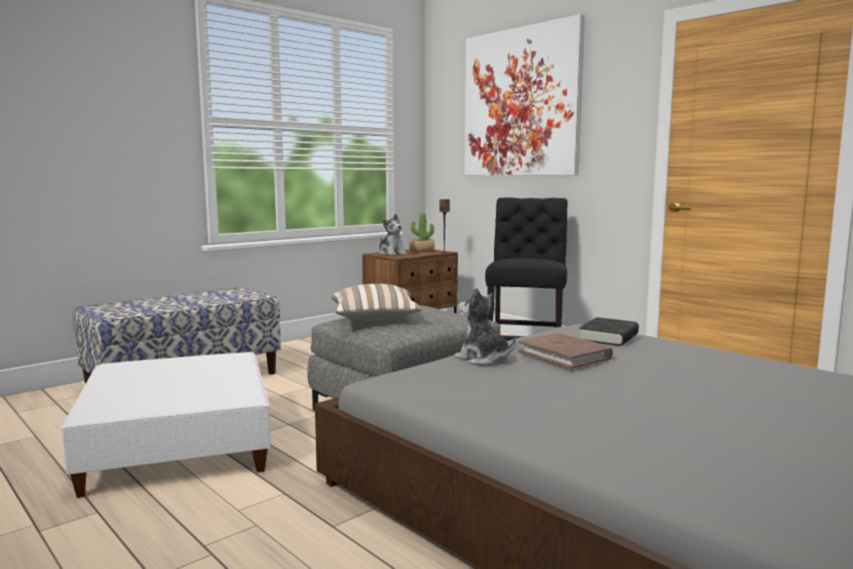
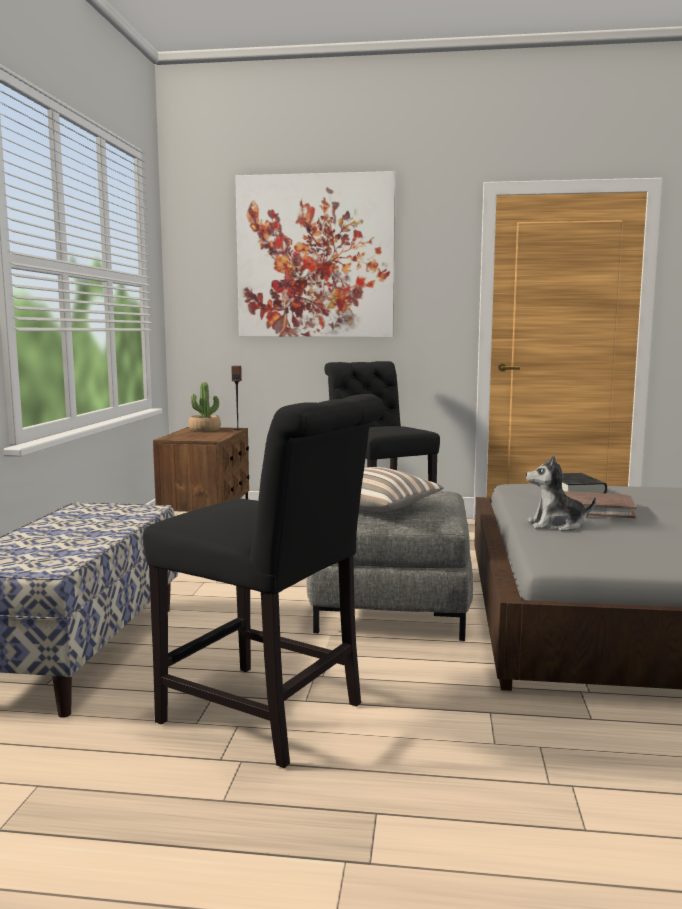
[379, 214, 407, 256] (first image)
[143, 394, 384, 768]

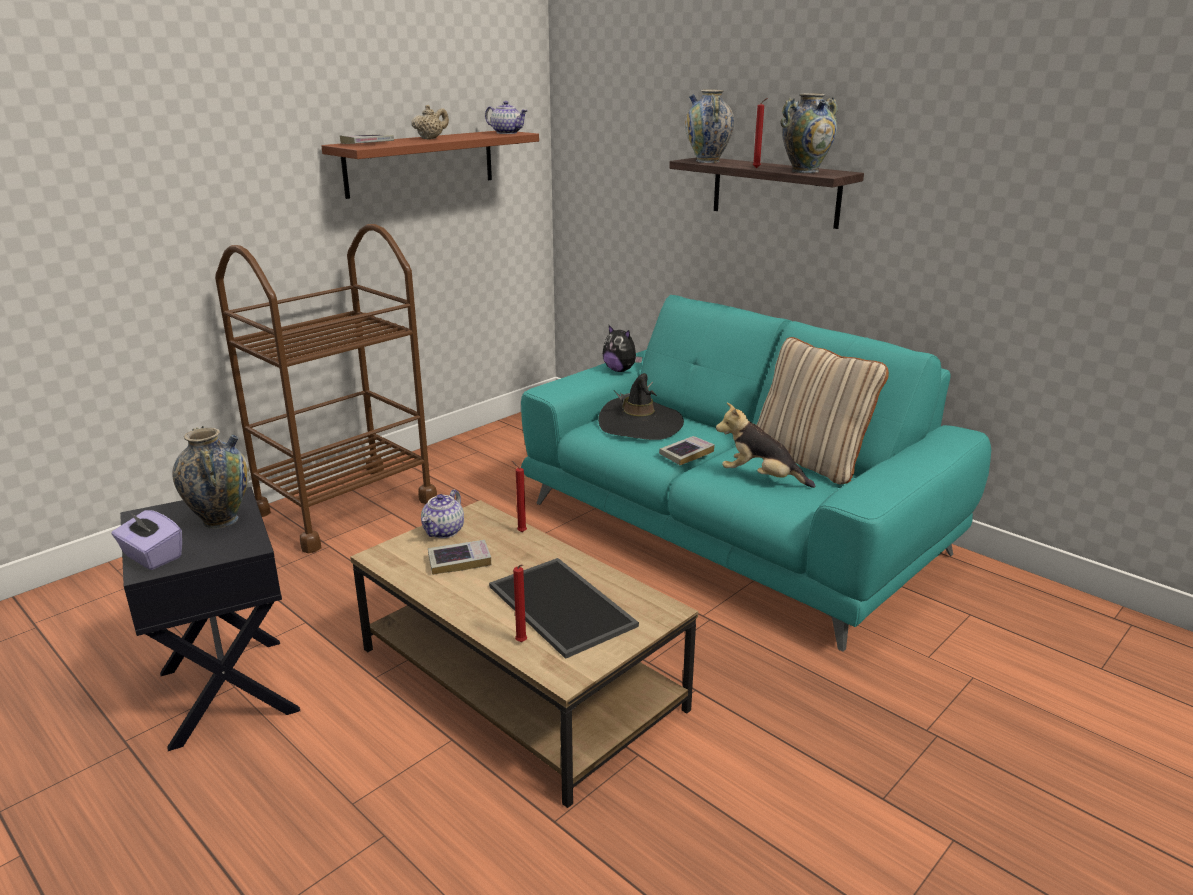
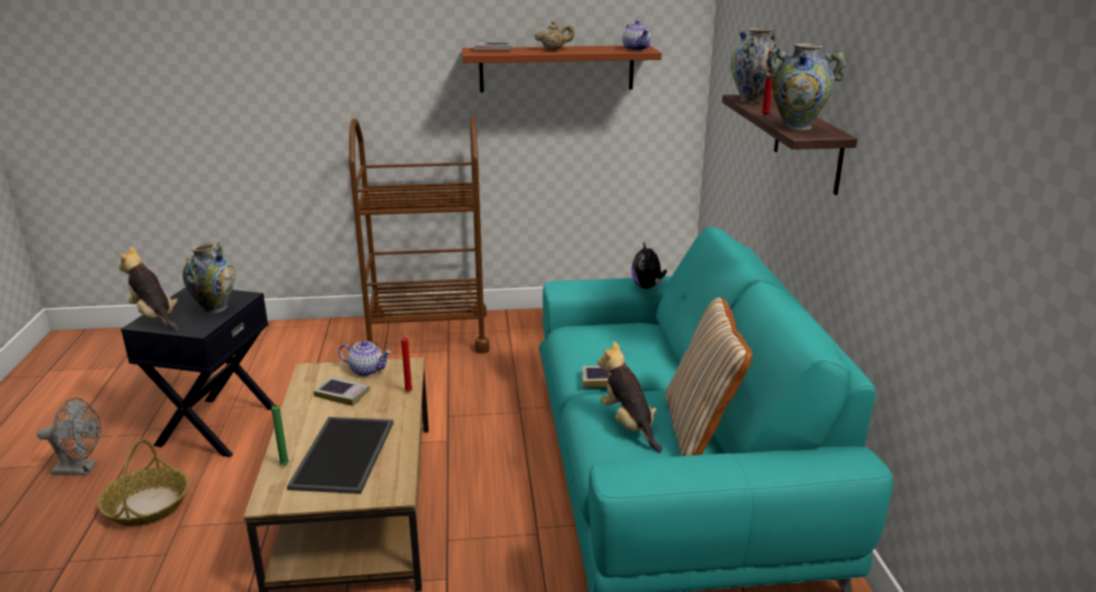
[598, 373, 684, 440] (first image)
[37, 398, 101, 475]
[98, 439, 189, 526]
[118, 246, 180, 332]
[271, 404, 289, 465]
[339, 340, 391, 376]

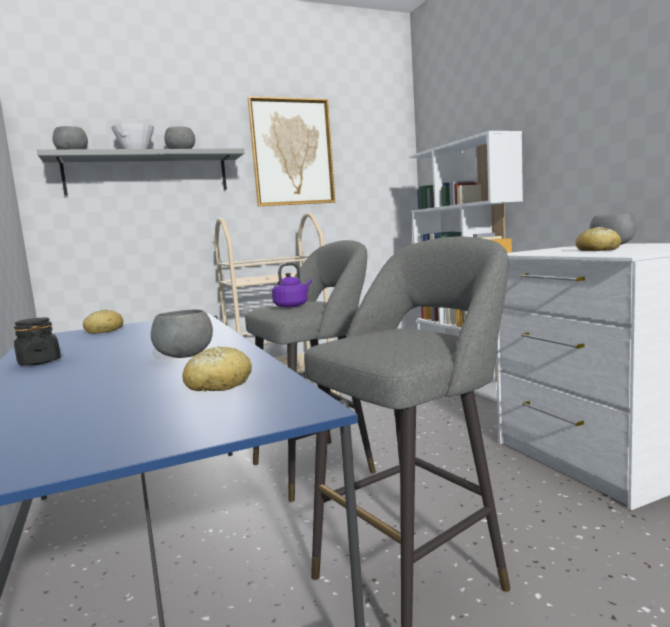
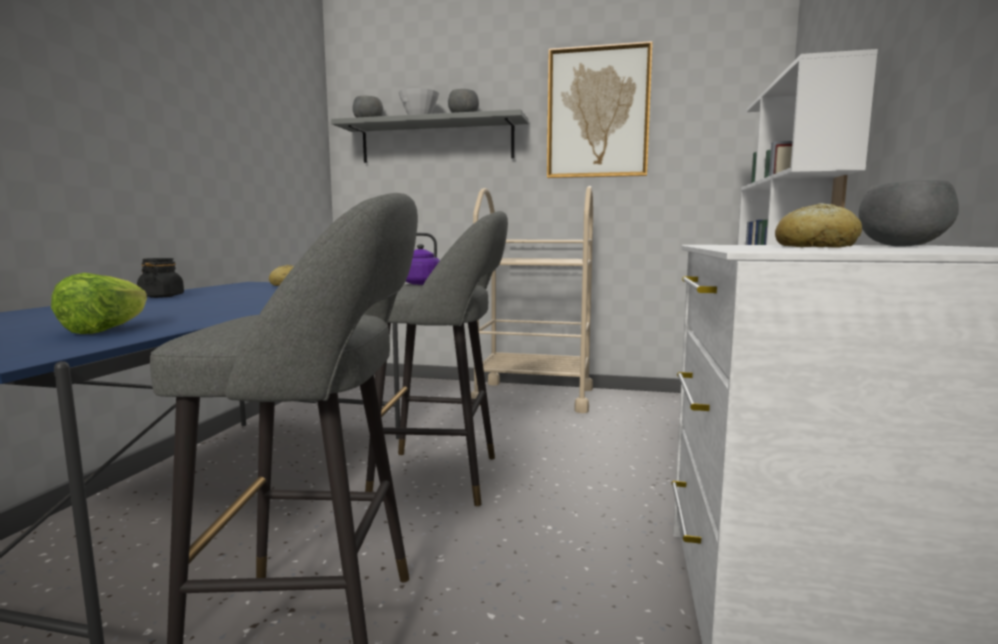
[151, 310, 213, 358] (first image)
[51, 273, 147, 334]

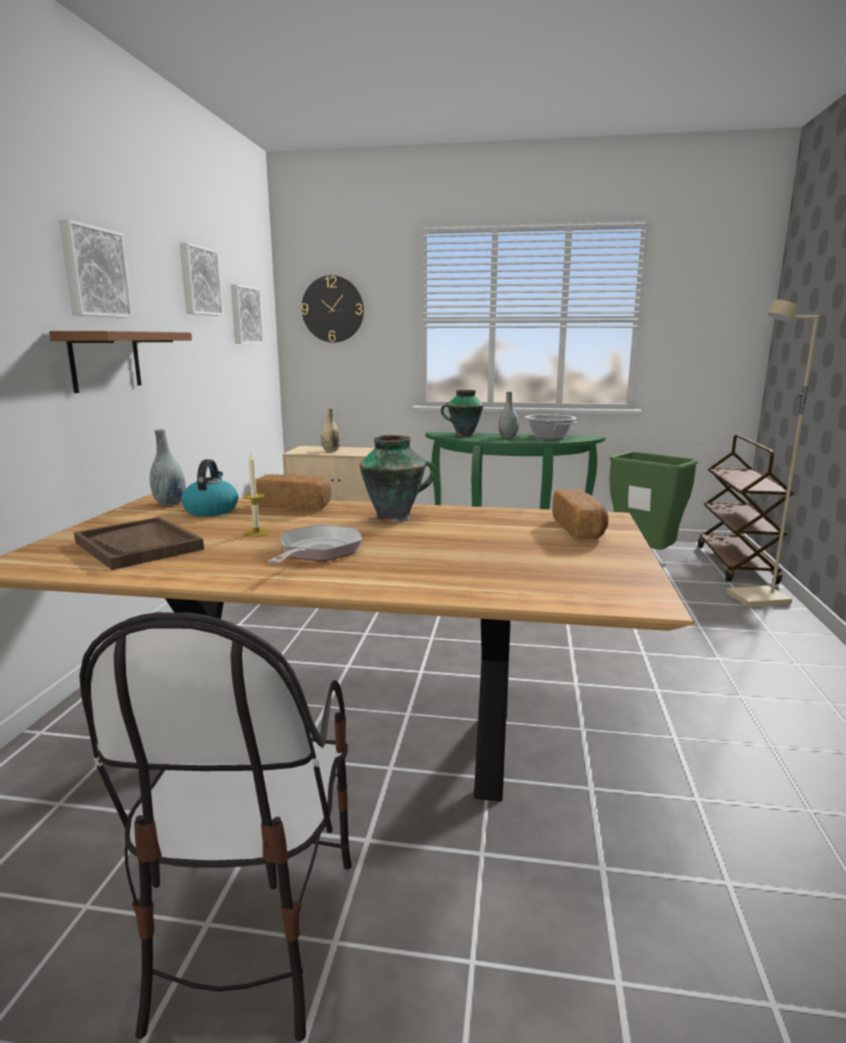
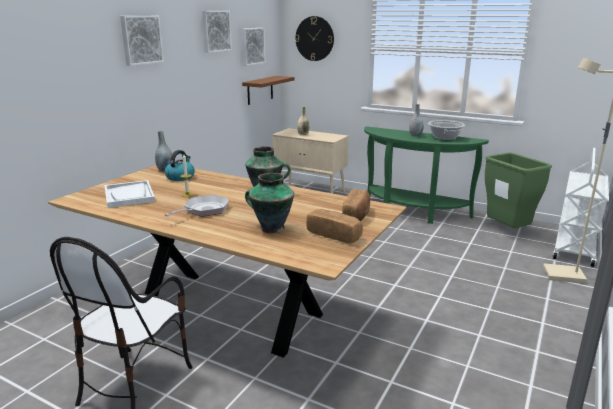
[242, 76, 294, 105]
[306, 209, 363, 244]
[245, 173, 294, 234]
[104, 180, 155, 208]
[553, 148, 609, 267]

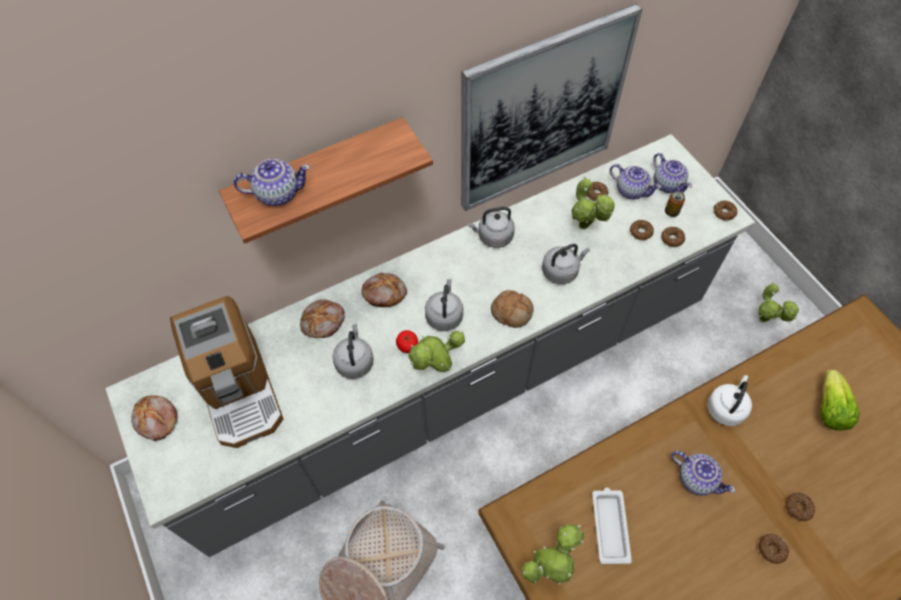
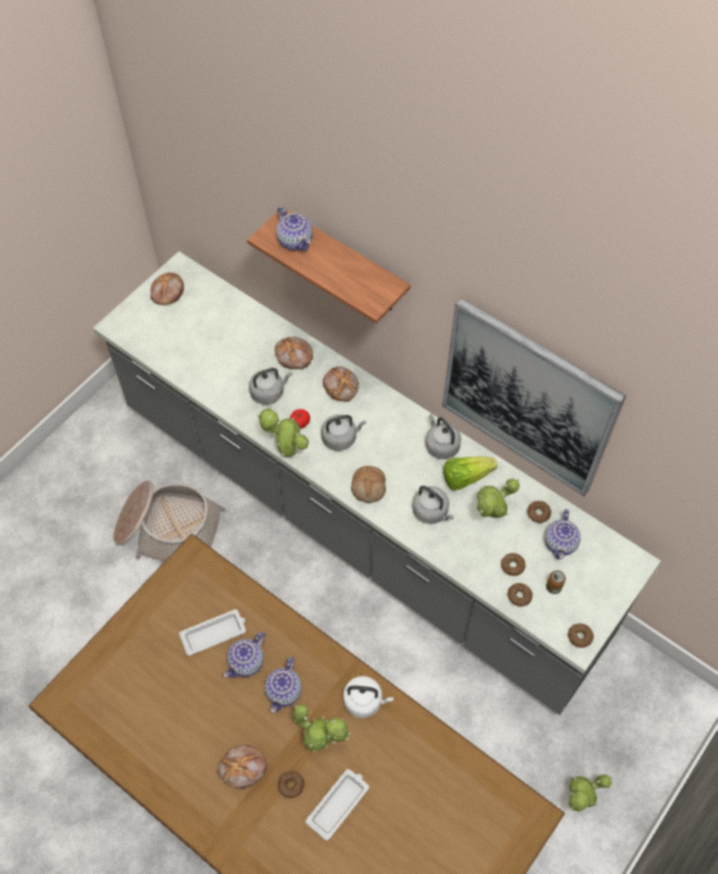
[170, 296, 283, 448] (first image)
[306, 769, 369, 841]
[293, 705, 351, 752]
[223, 632, 266, 678]
[443, 456, 497, 490]
[217, 745, 267, 789]

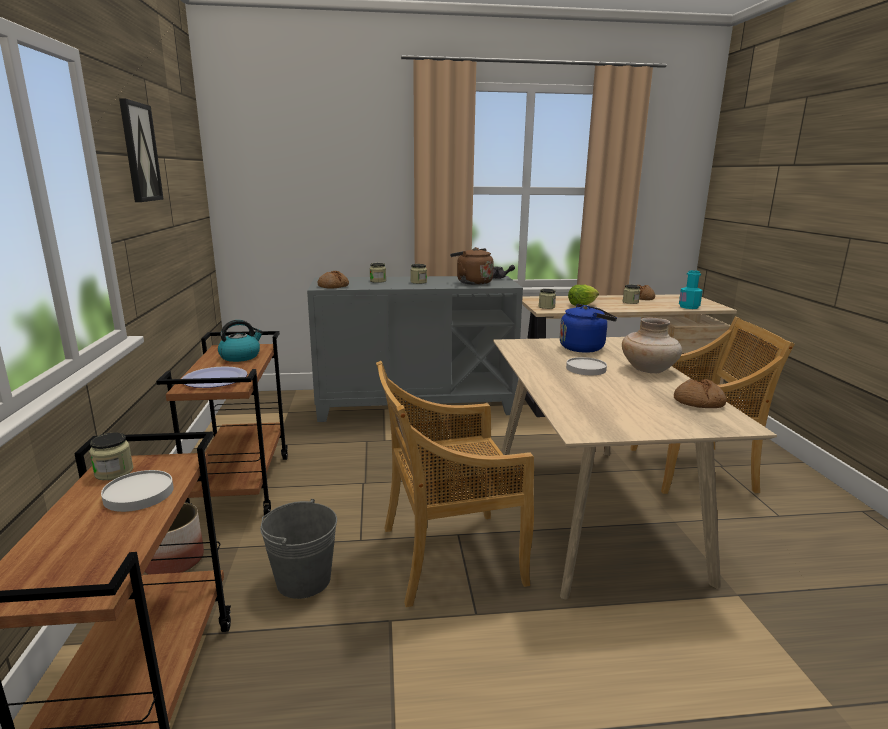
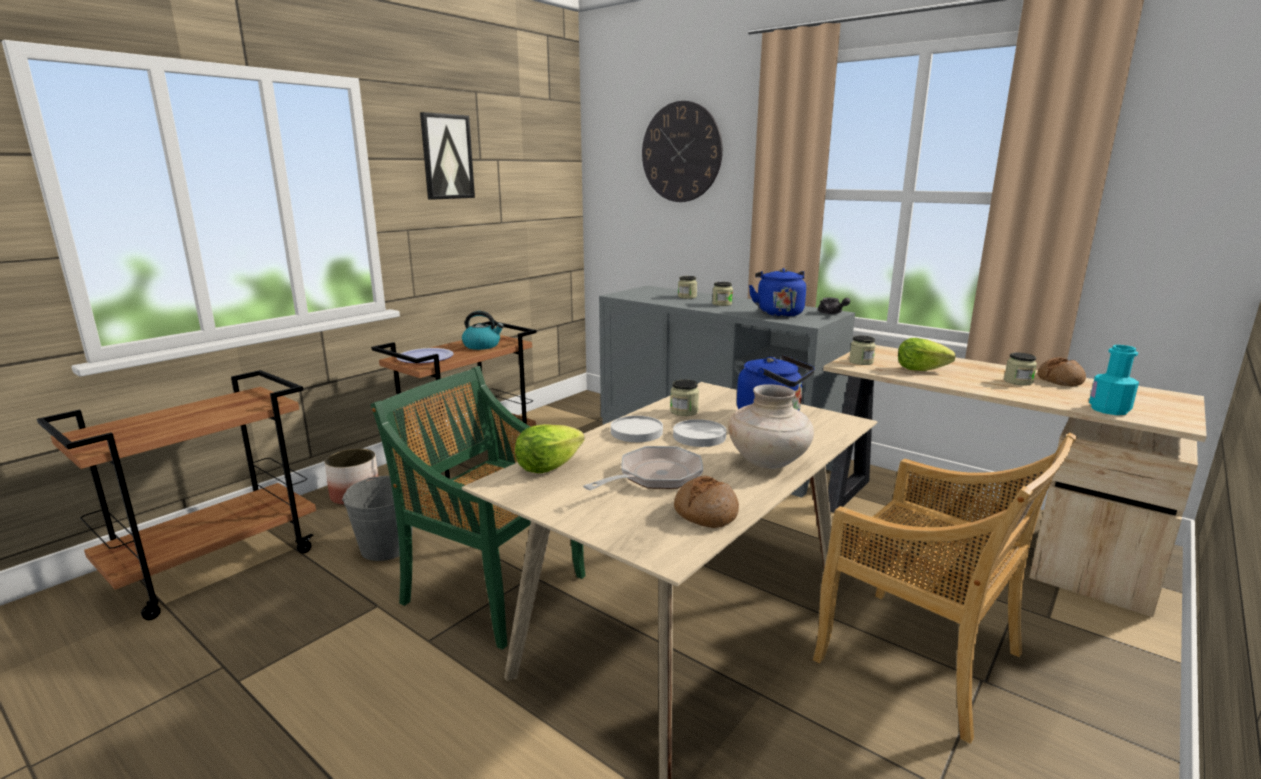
[318, 271, 349, 289] (first image)
[515, 424, 585, 473]
[583, 446, 703, 490]
[642, 101, 723, 202]
[670, 379, 699, 416]
[611, 416, 663, 442]
[370, 366, 586, 650]
[749, 268, 806, 317]

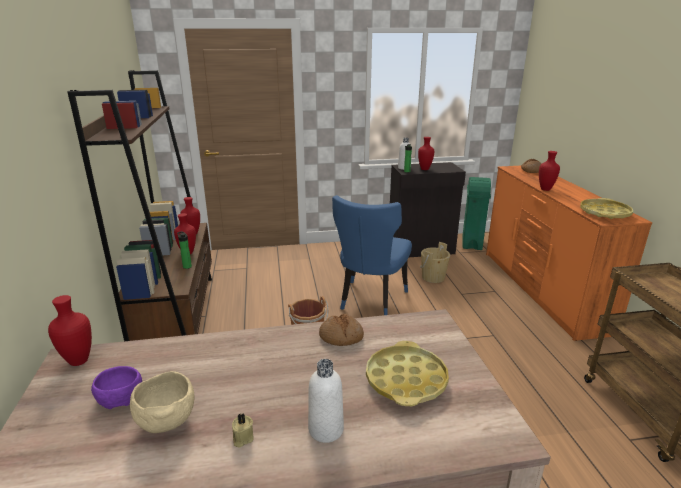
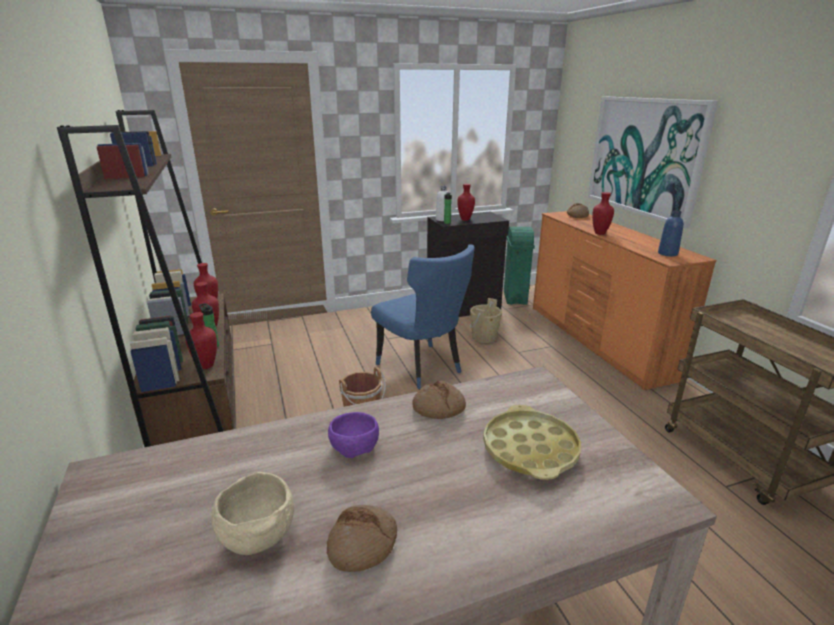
[308, 359, 344, 443] (first image)
[588, 97, 718, 228]
[185, 312, 217, 369]
[328, 412, 379, 458]
[327, 505, 397, 572]
[658, 210, 684, 256]
[371, 244, 475, 389]

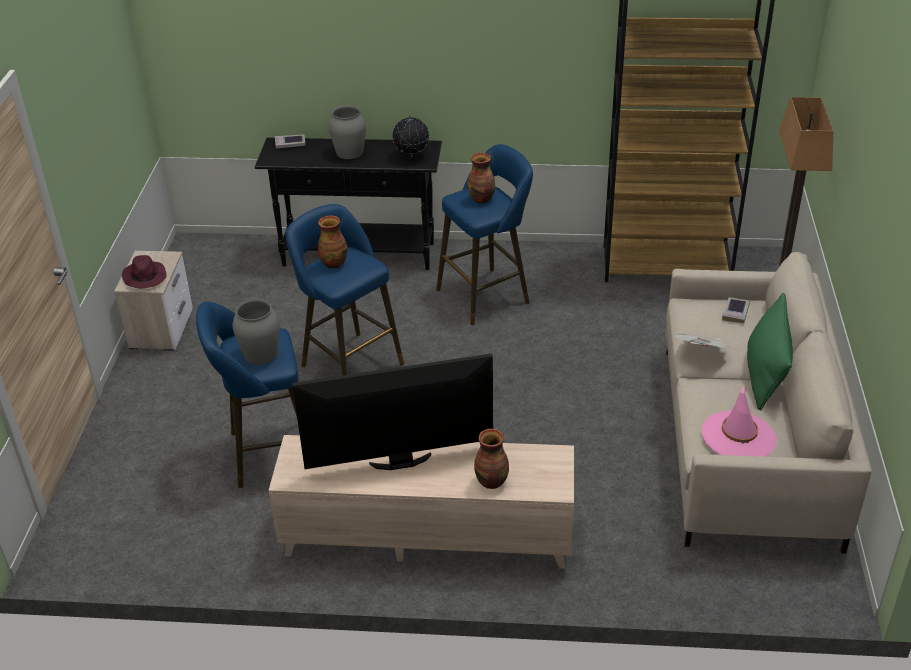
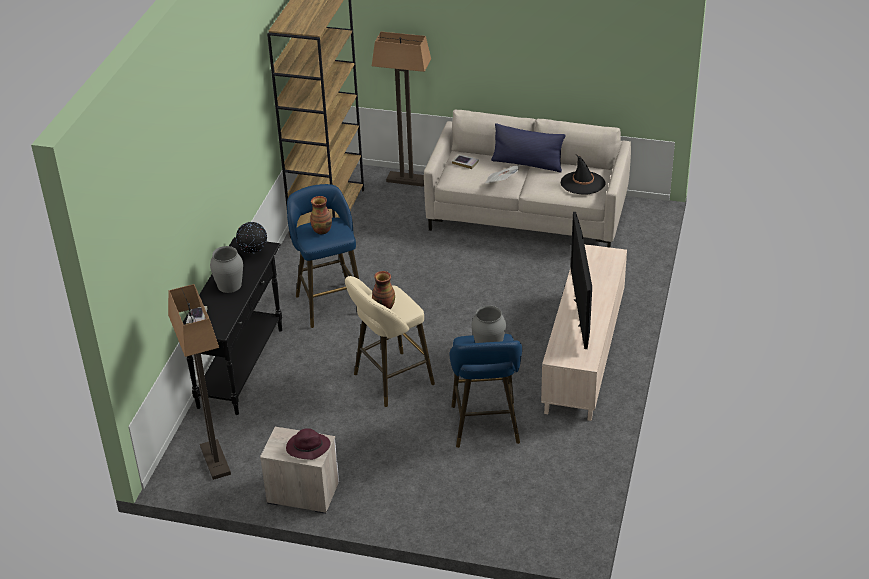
[474, 429, 509, 489] (first image)
[168, 284, 231, 480]
[345, 276, 435, 407]
[561, 155, 605, 195]
[491, 123, 566, 172]

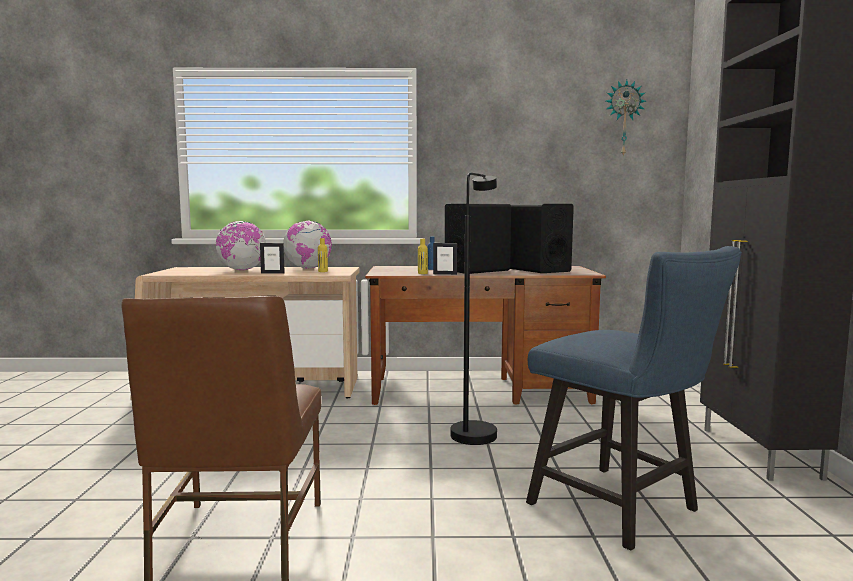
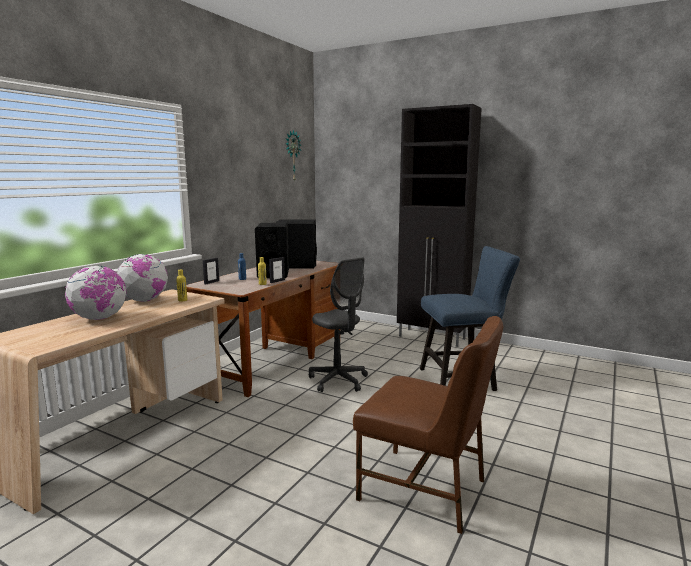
[203, 258, 219, 284]
[309, 257, 368, 392]

